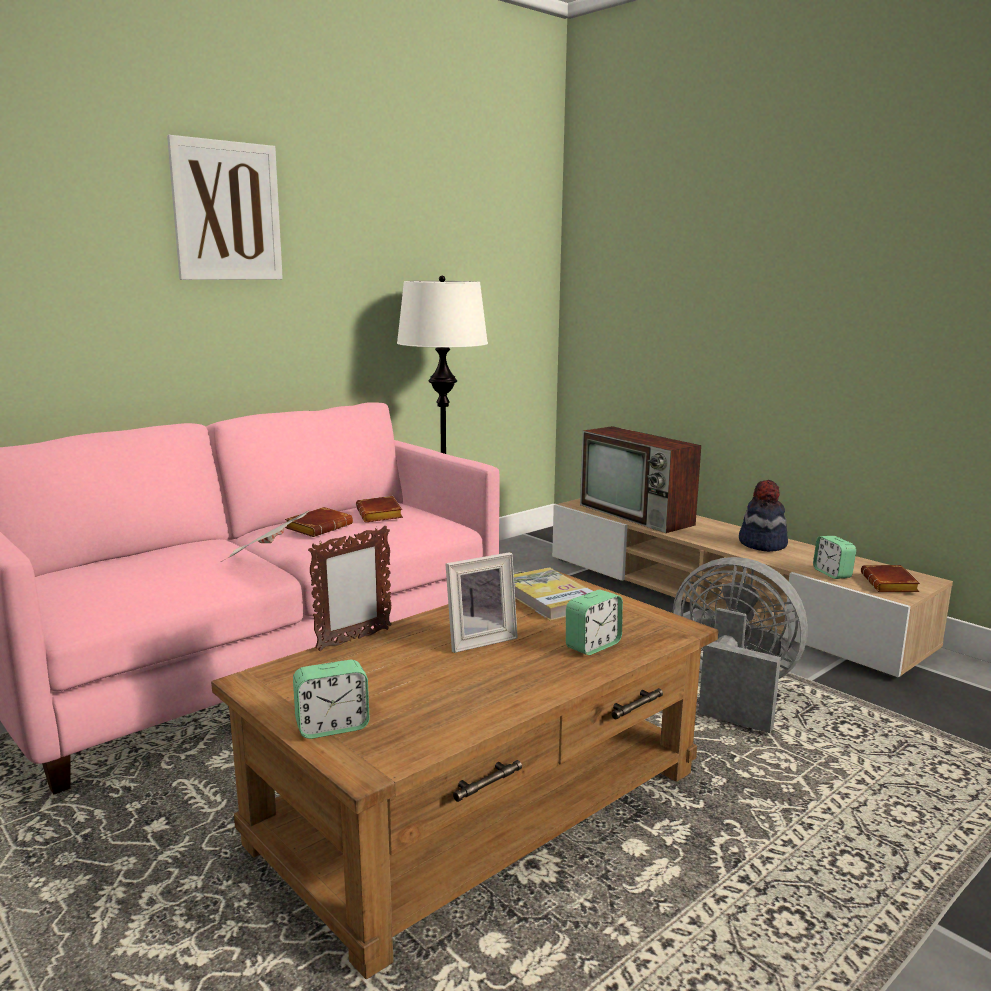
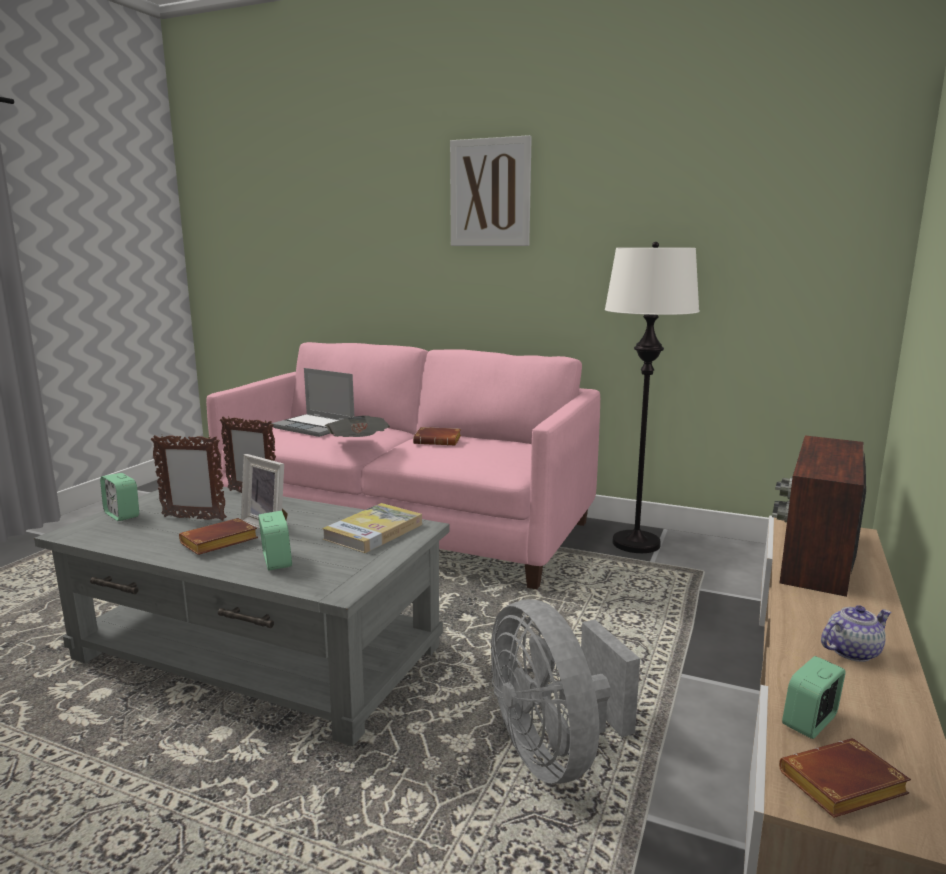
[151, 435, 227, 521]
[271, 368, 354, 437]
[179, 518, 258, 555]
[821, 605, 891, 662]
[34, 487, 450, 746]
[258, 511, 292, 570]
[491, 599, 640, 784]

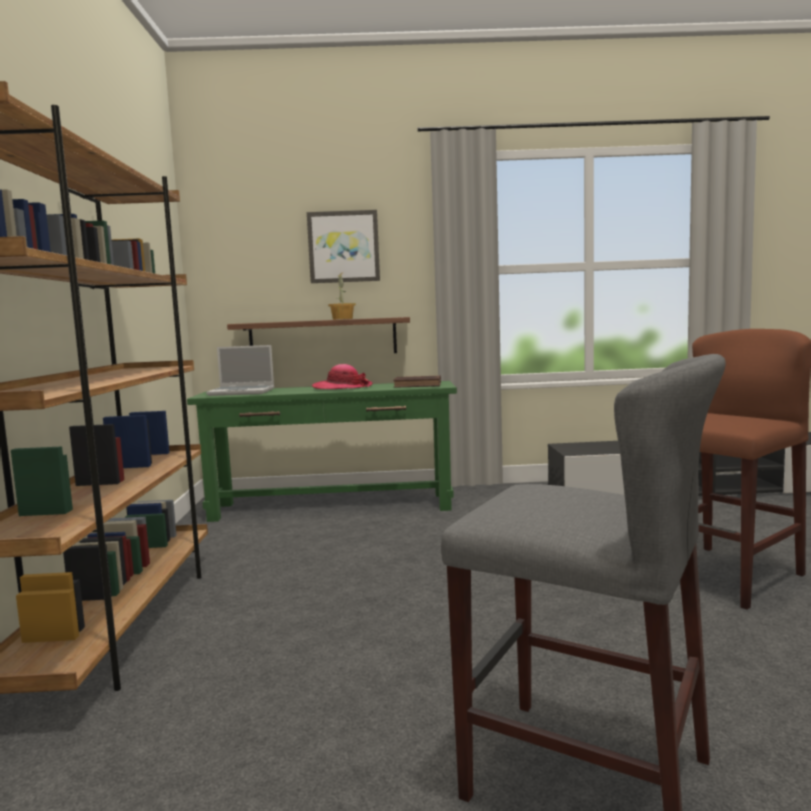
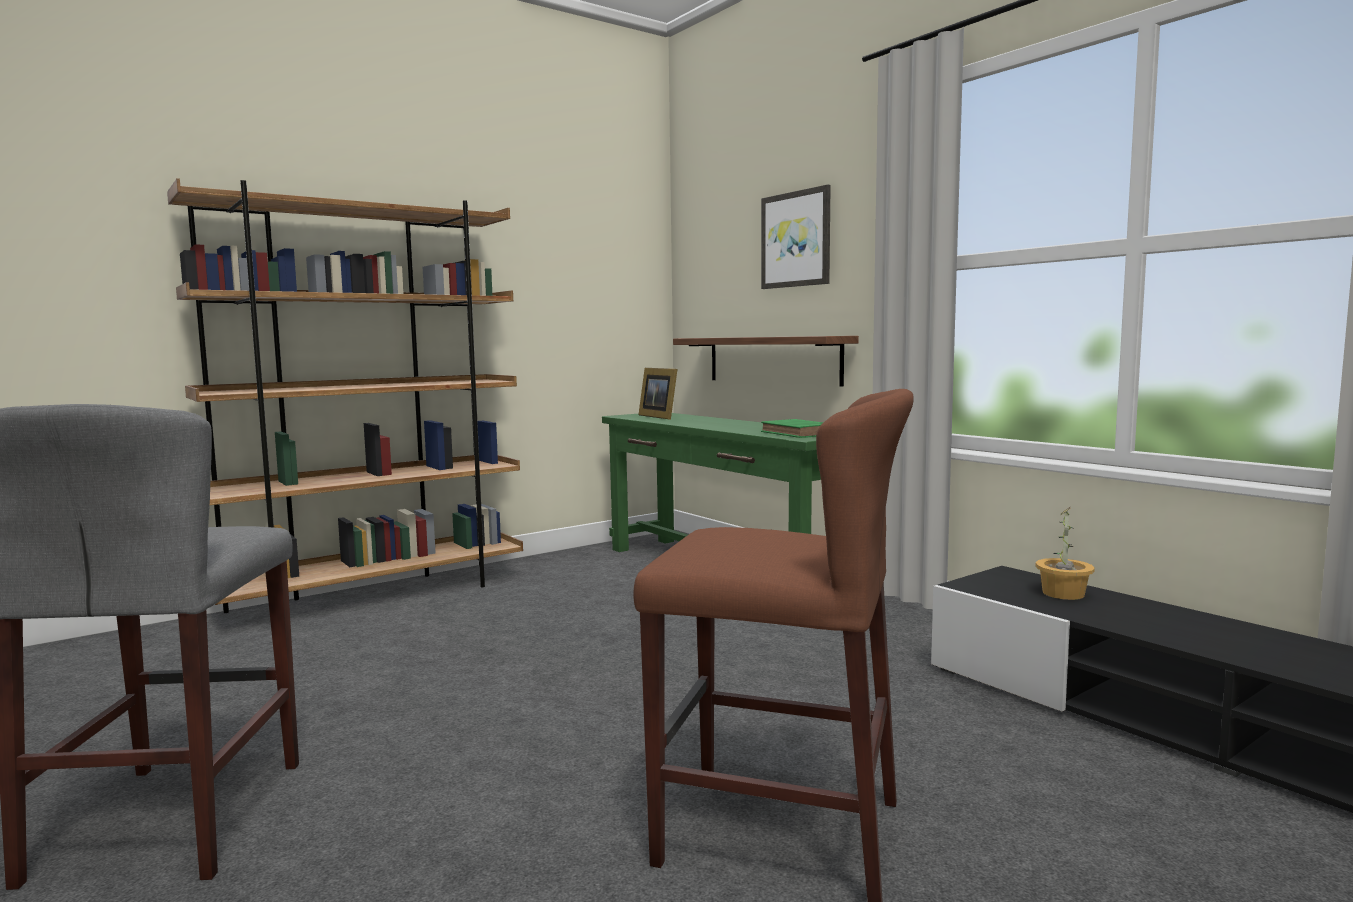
[312, 364, 372, 389] (first image)
[1036, 507, 1095, 600]
[638, 368, 678, 420]
[761, 419, 824, 438]

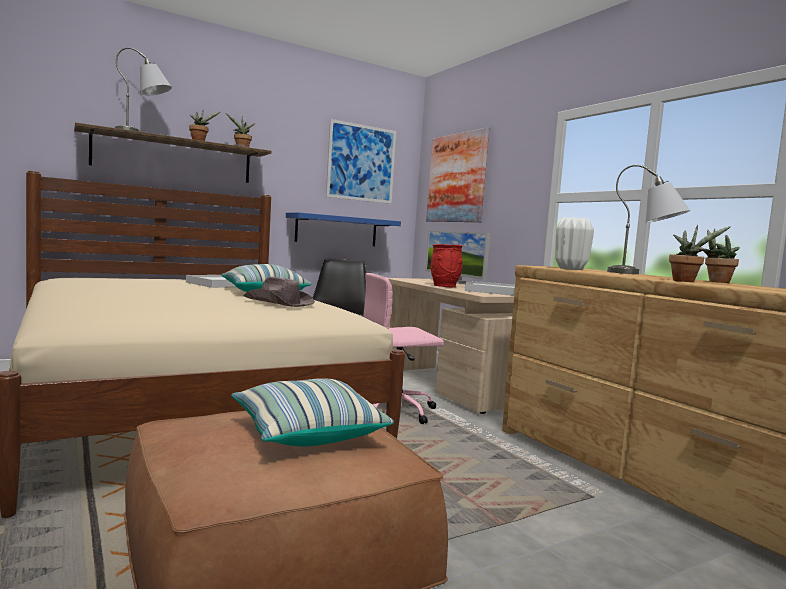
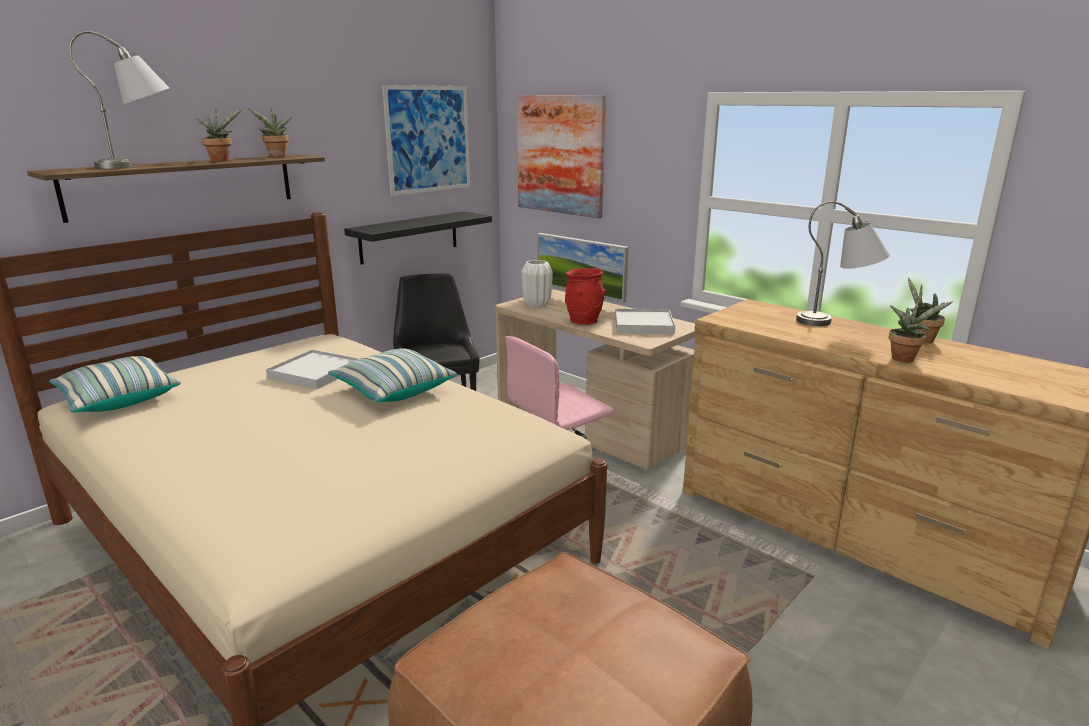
[244, 277, 315, 307] (first image)
[49, 356, 181, 413]
[521, 260, 553, 308]
[344, 211, 492, 265]

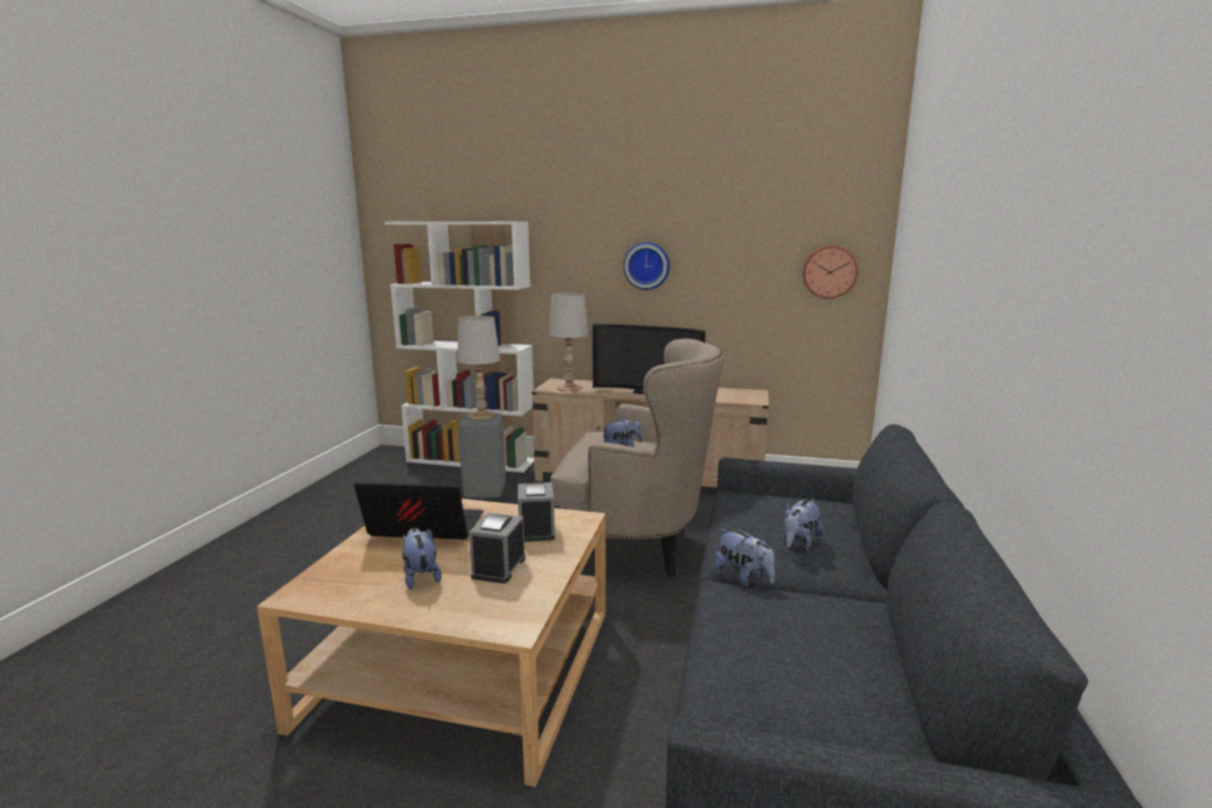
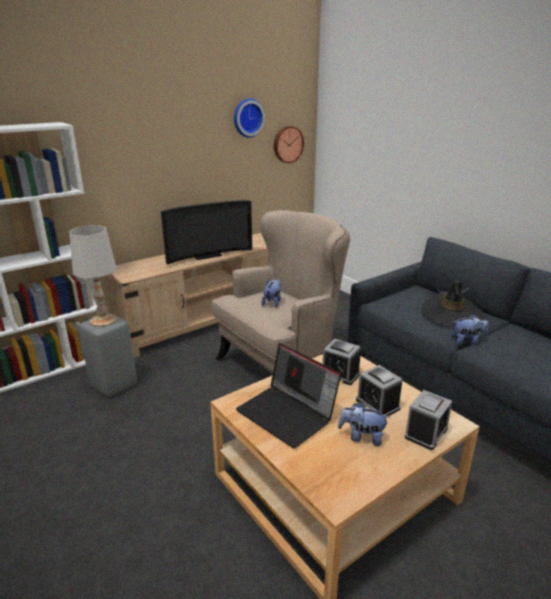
[549, 293, 589, 391] (first image)
[405, 390, 452, 450]
[234, 98, 265, 138]
[421, 281, 484, 328]
[236, 343, 341, 449]

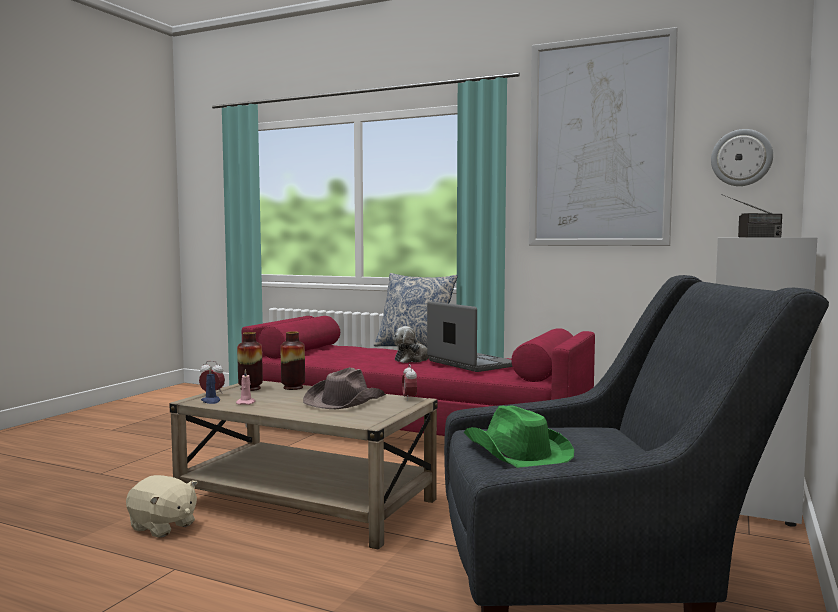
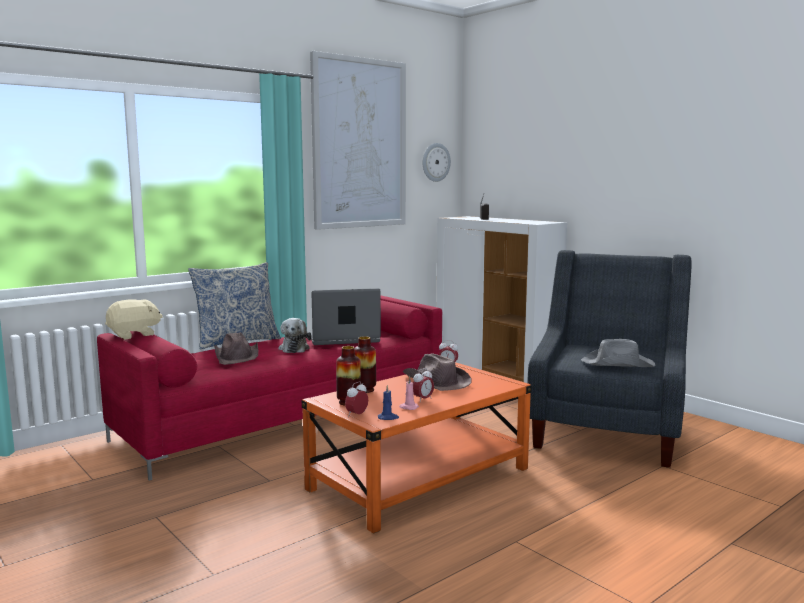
[214, 332, 258, 365]
[413, 368, 434, 401]
[105, 299, 163, 340]
[302, 362, 532, 533]
[581, 339, 655, 367]

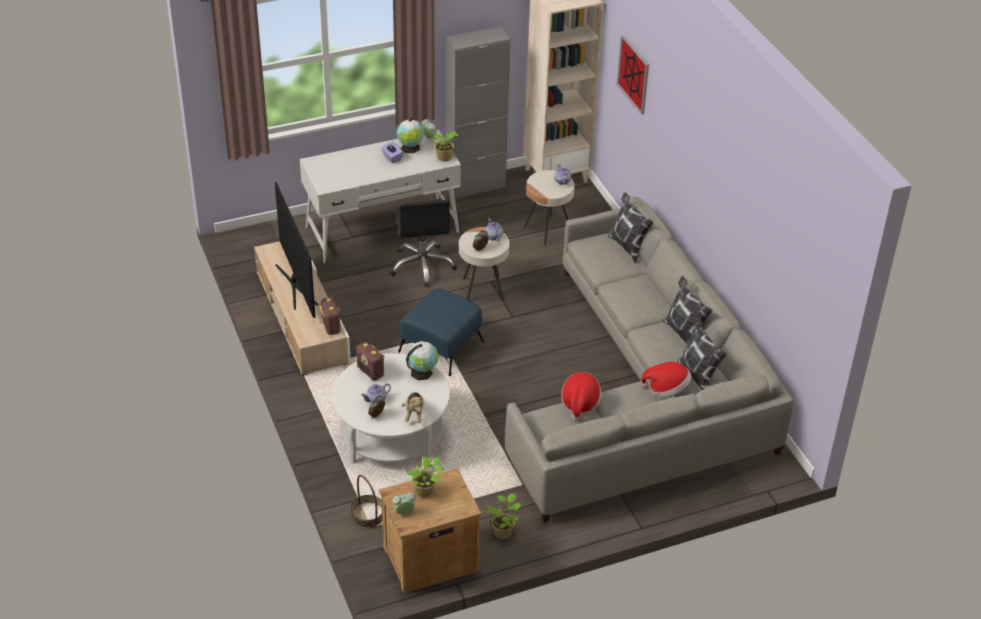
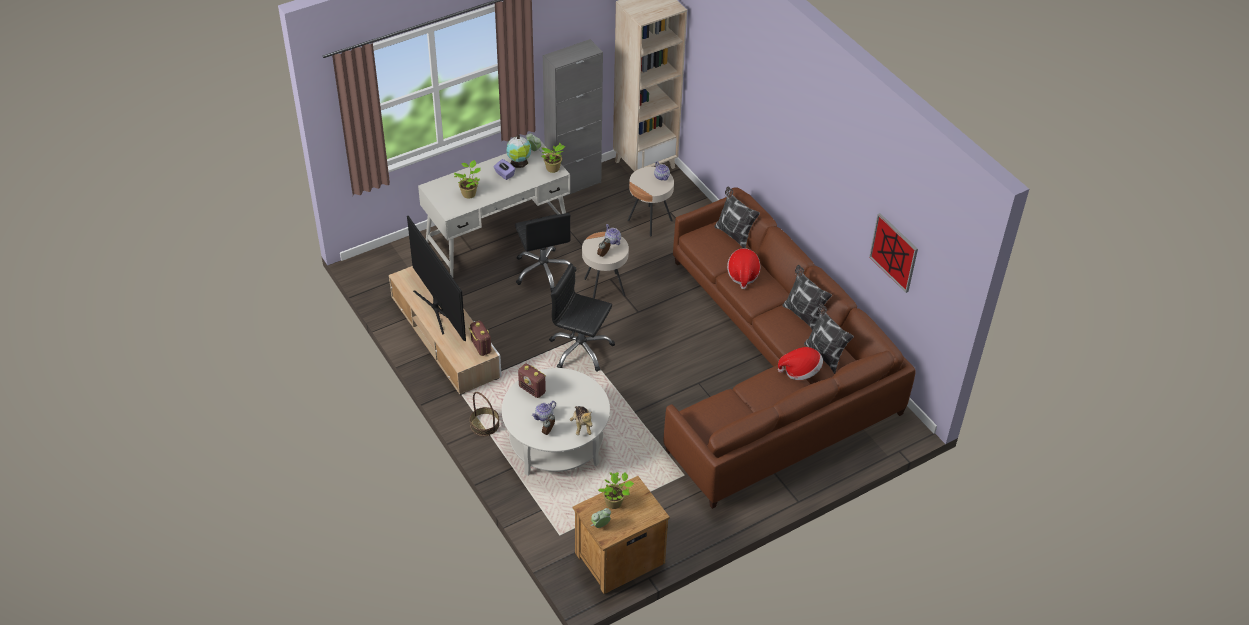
[406, 341, 438, 381] (first image)
[470, 392, 499, 436]
[454, 160, 481, 199]
[727, 248, 761, 289]
[869, 213, 918, 293]
[549, 263, 615, 372]
[664, 187, 916, 509]

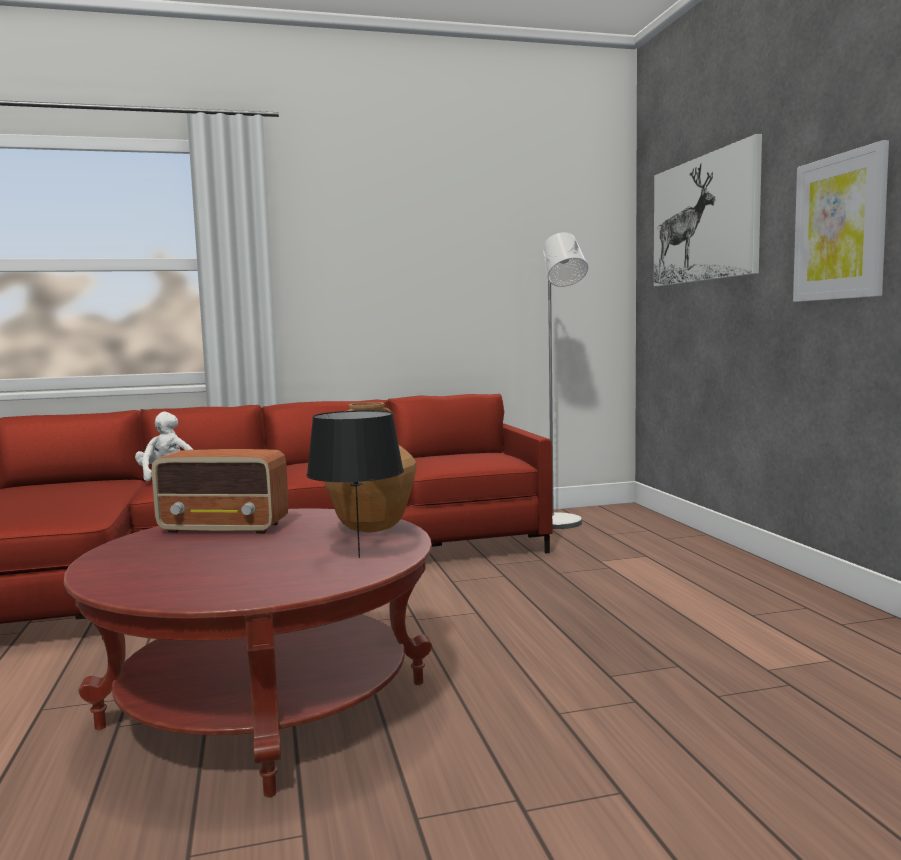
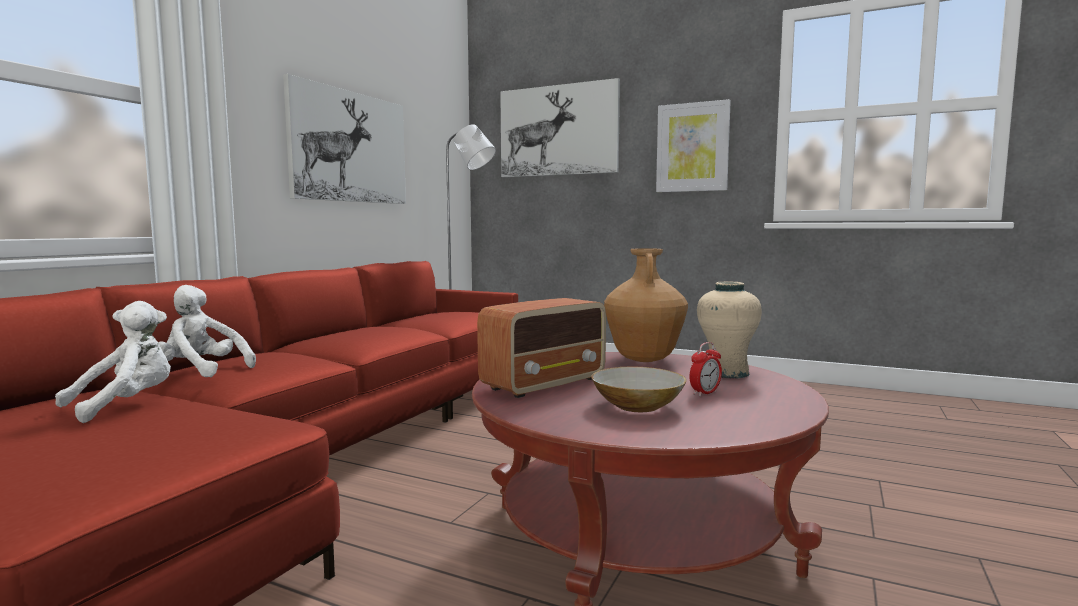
[55, 301, 171, 423]
[283, 74, 406, 204]
[591, 367, 687, 412]
[690, 342, 722, 396]
[697, 282, 762, 378]

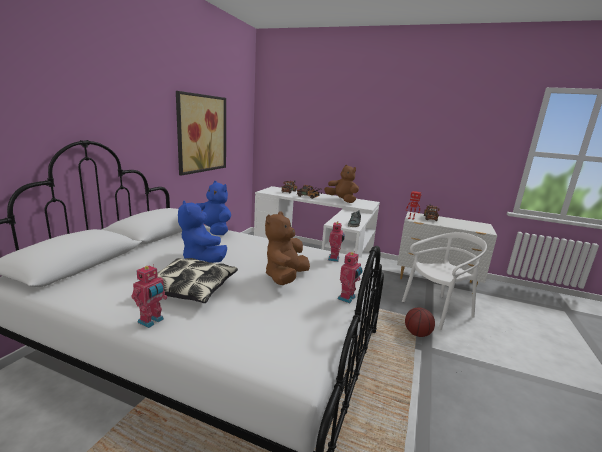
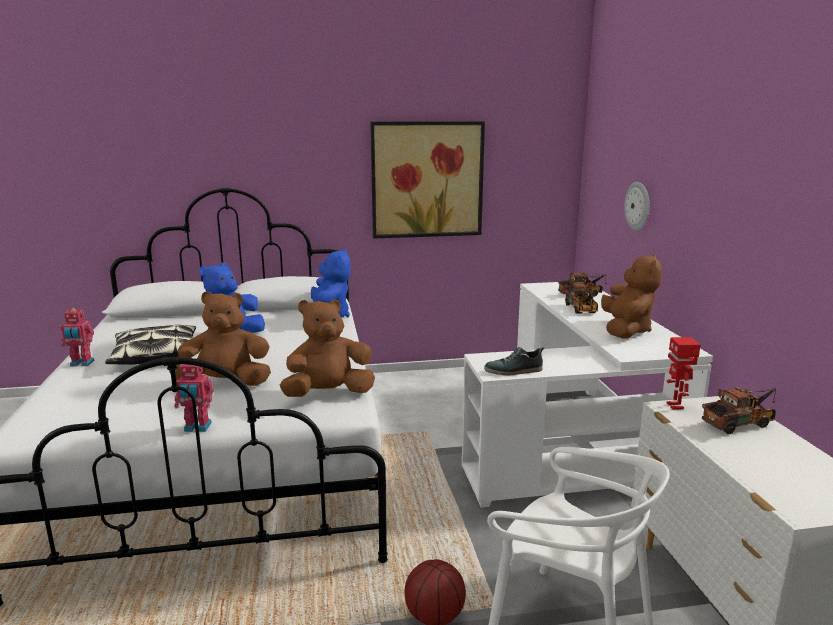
[624, 182, 650, 231]
[280, 299, 375, 397]

